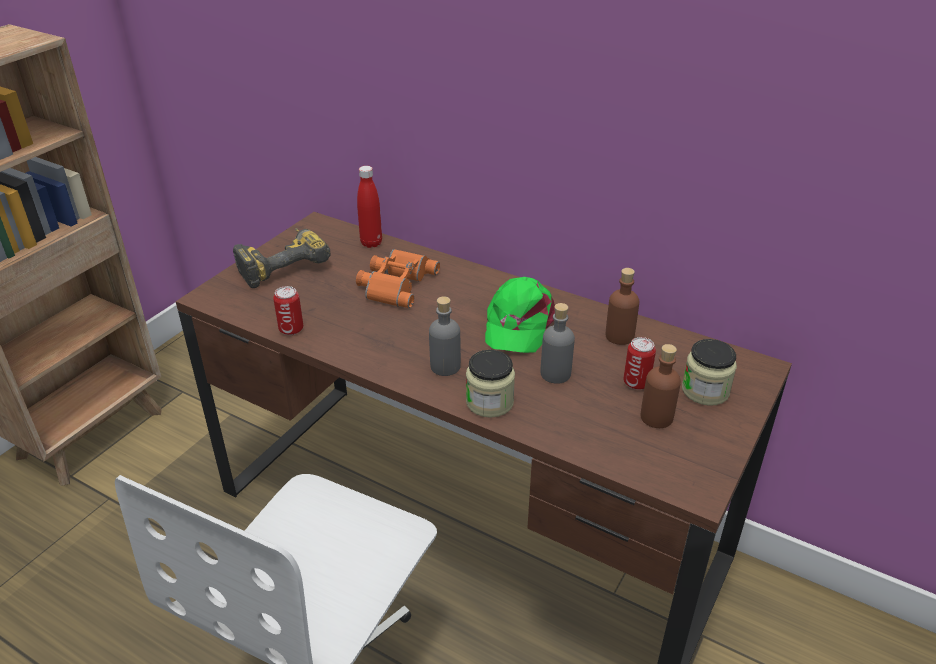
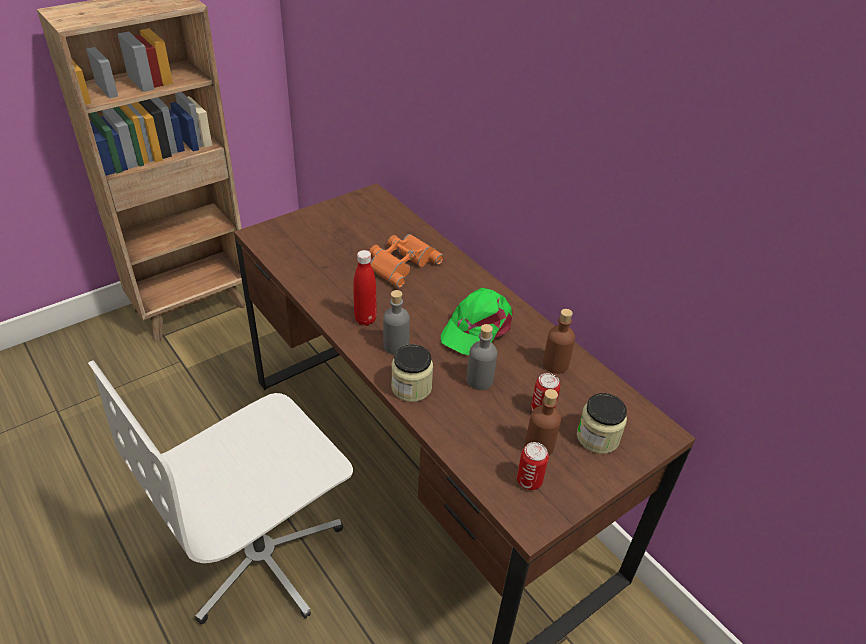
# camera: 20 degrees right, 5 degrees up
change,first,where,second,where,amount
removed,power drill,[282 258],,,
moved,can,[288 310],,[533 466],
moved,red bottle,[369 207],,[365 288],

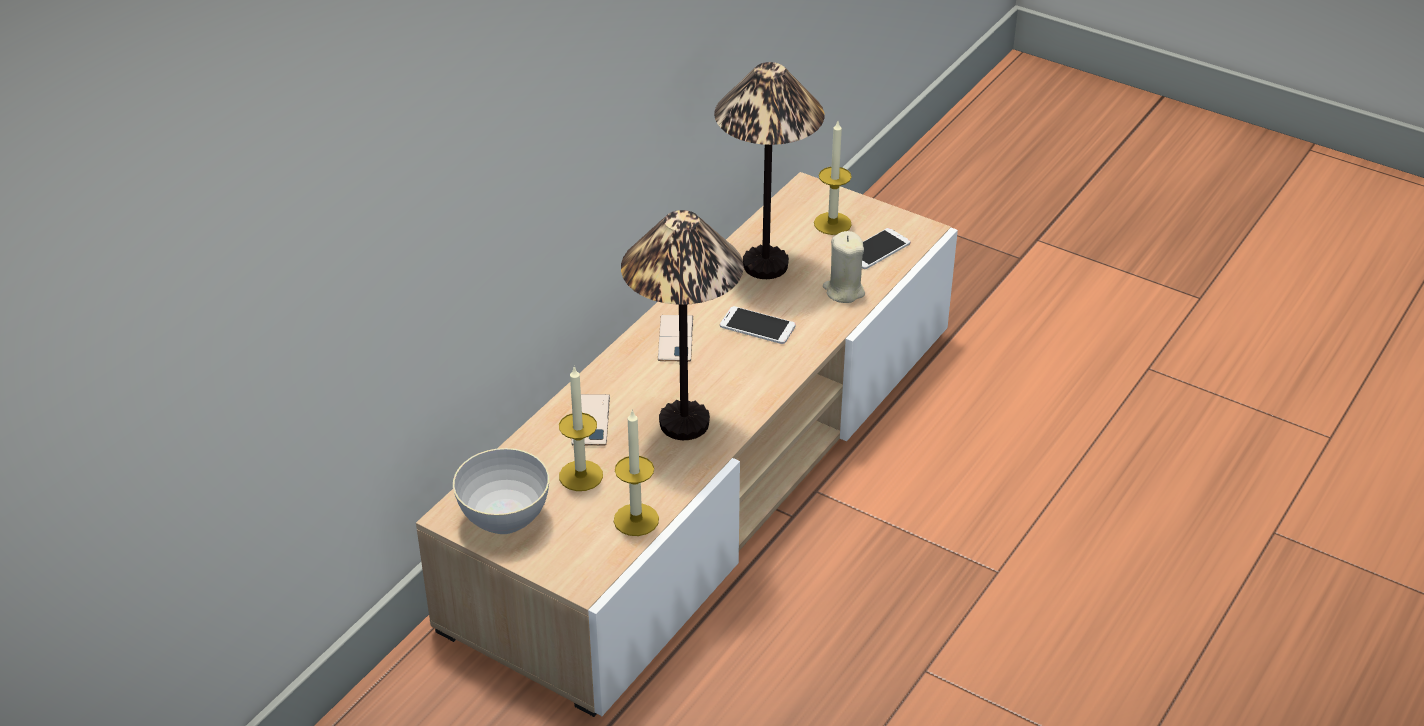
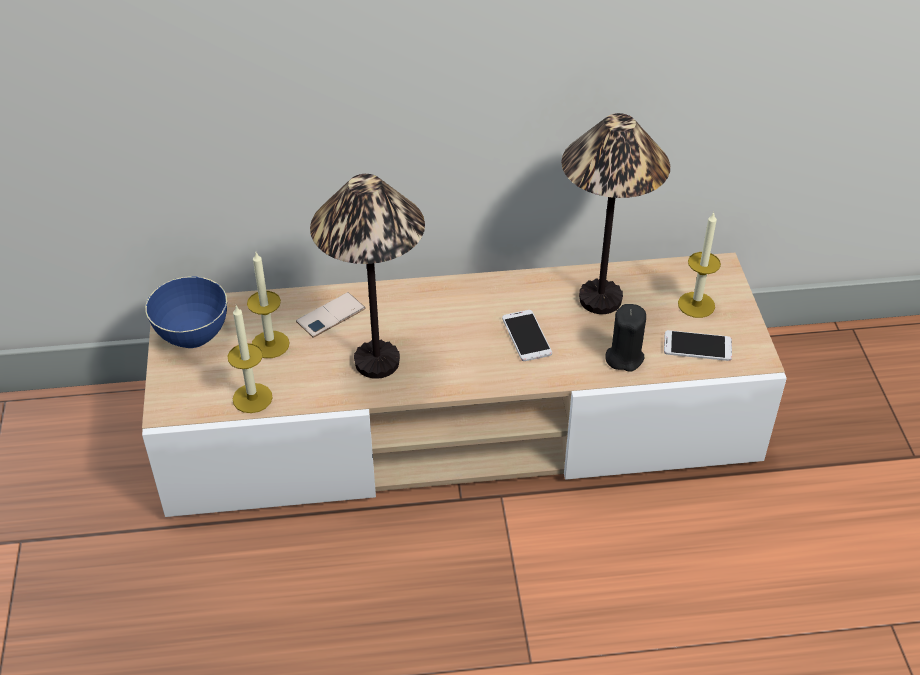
# camera: 50 degrees right, 5 degrees up
change,first,where,second,where,amount
removed,phone,[675 338],,,
recoloured,grey bowl,[501 491],blue bowl,[186 312],
recoloured,beige candle,[844 267],black candle,[625 338],

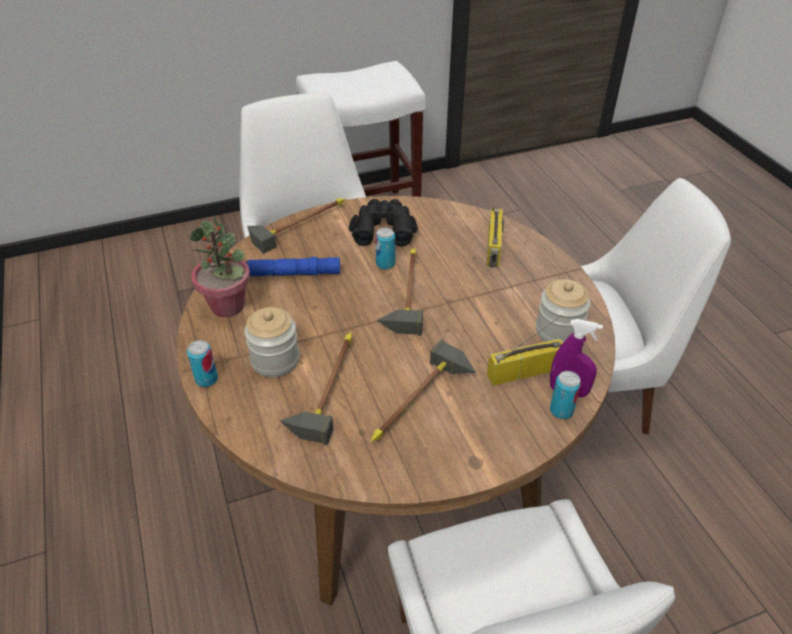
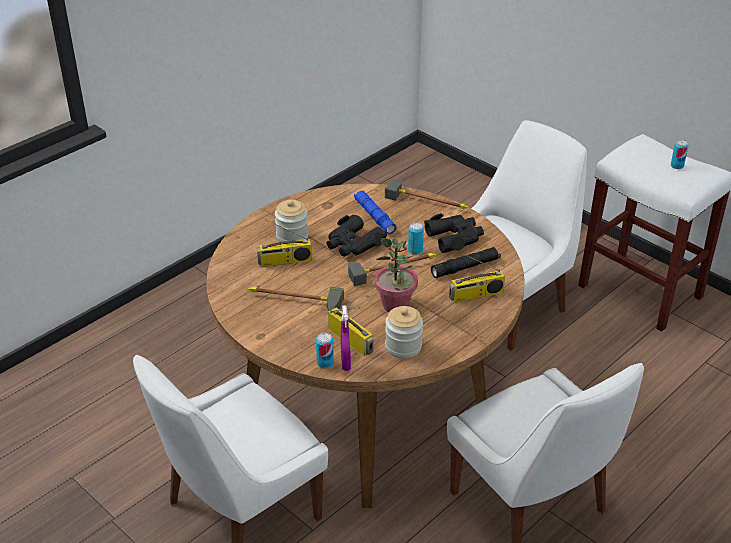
# camera: 65 degrees right, 5 degrees down
change,first,where,second,where,amount
added,,,black binoculars,[356 236],
added,,,black flashlight,[466 262],
moved,can,[202 363],,[680 154],
moved,potted plant,[220 267],,[396 274],
replaced,hammer,[316 388],radio,[284 243],

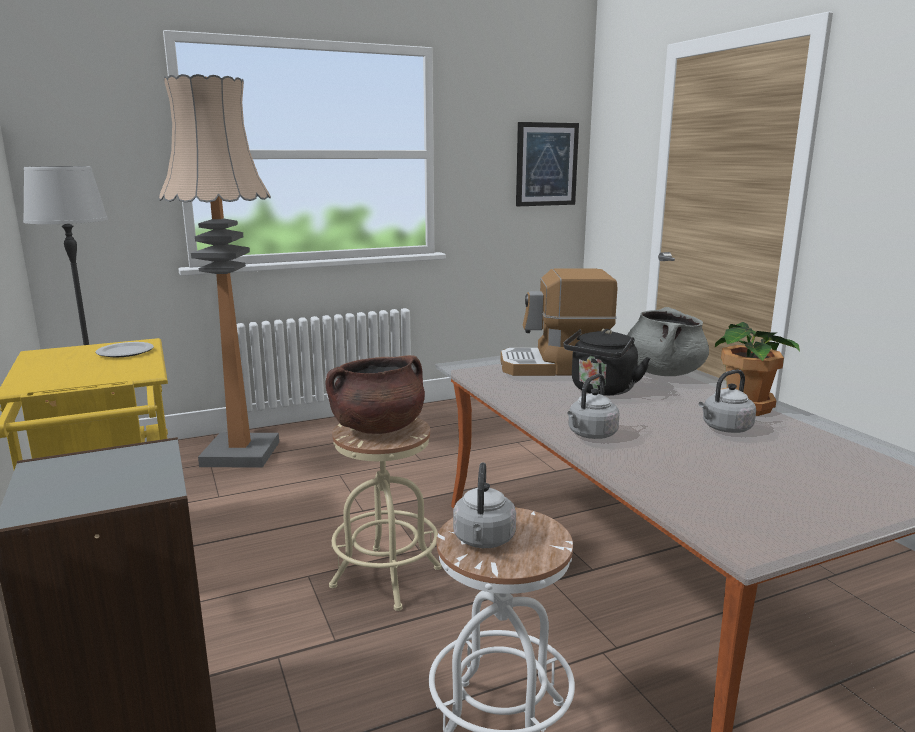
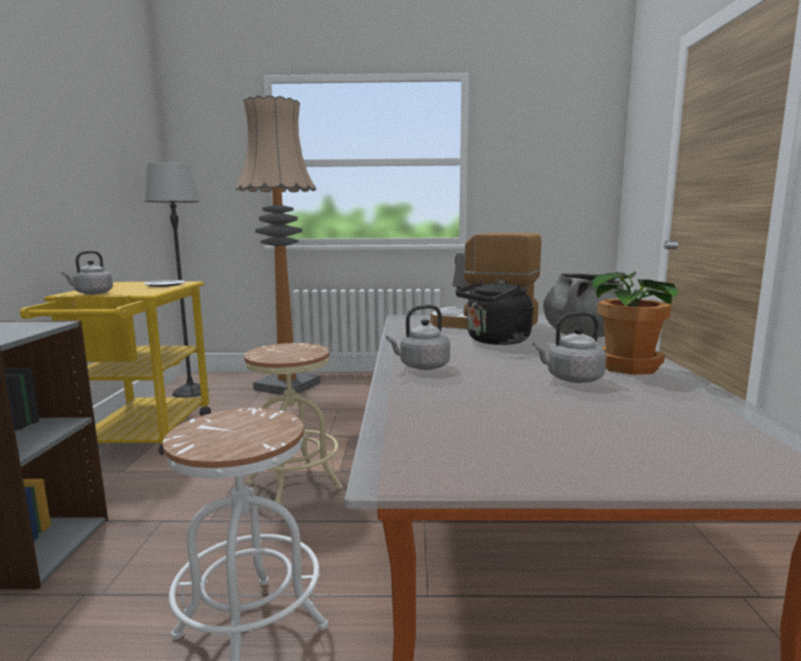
# camera: 25 degrees right, 5 degrees down
change,first,where,second,where,amount
removed,brown cooking pot,[375 394],,,
removed,picture,[547 164],,,
moved,grey kettle,[484 505],,[87 272],

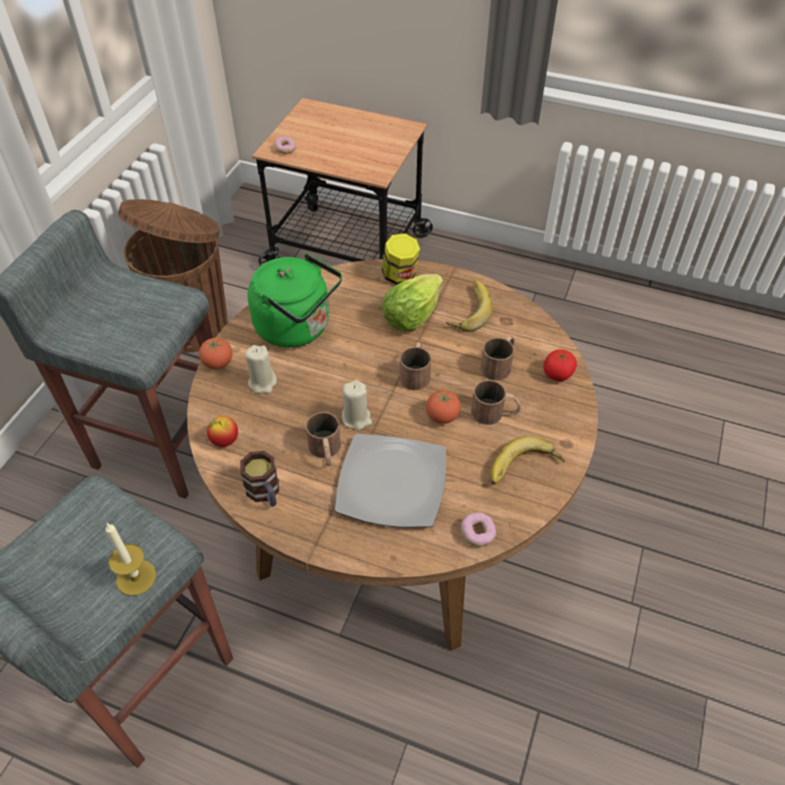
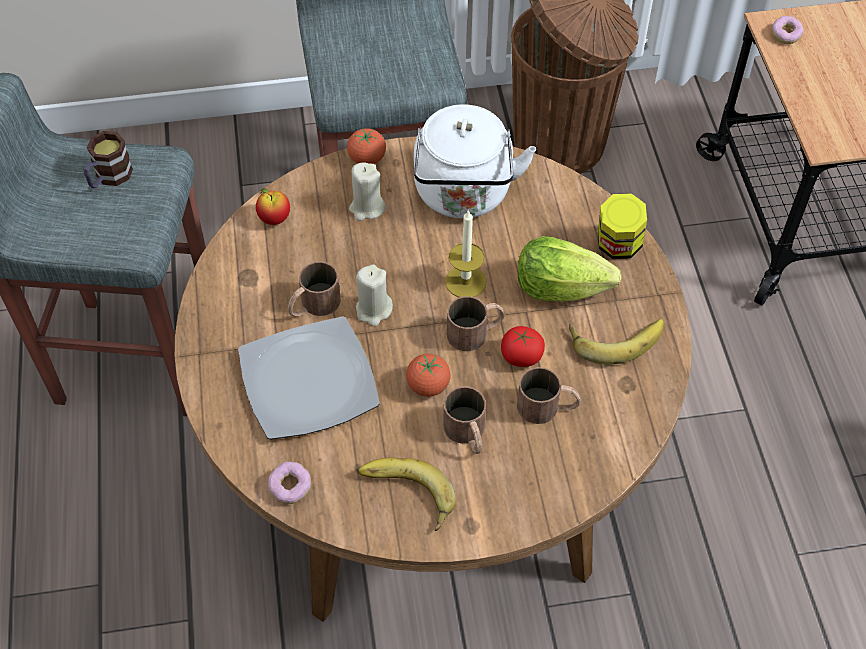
# camera: 60 degrees right, 5 degrees up
change,first,where,second,where,amount
moved,candle,[130 559],,[465 253],
moved,mug,[259 479],,[108 159],
moved,tomato,[560 365],,[523 346],
recoloured,green kettle,[295 301],white kettle,[475 161],

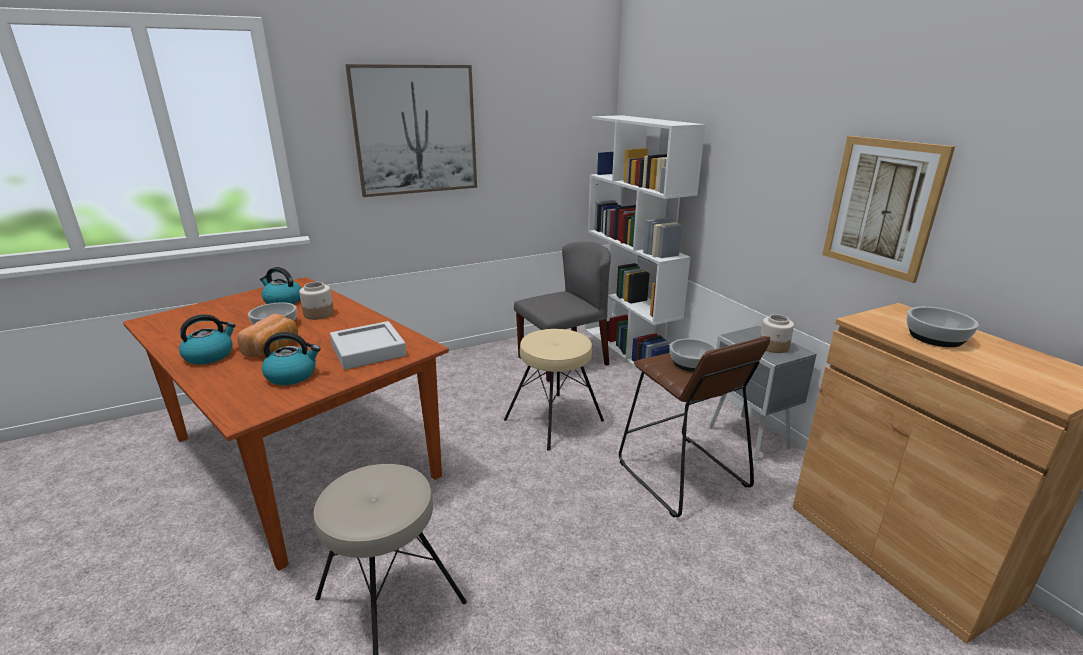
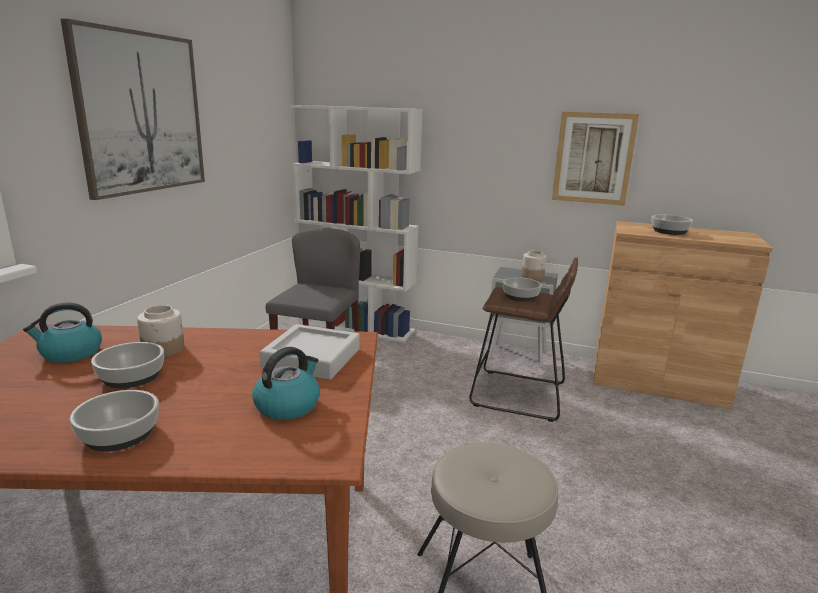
# camera: 45 degrees left, 5 degrees down
change,first,where,second,where,amount
removed,bread,[267 335],,,
removed,beige stool,[554 390],,,
replaced,kettle,[207 339],bowl,[114 420],

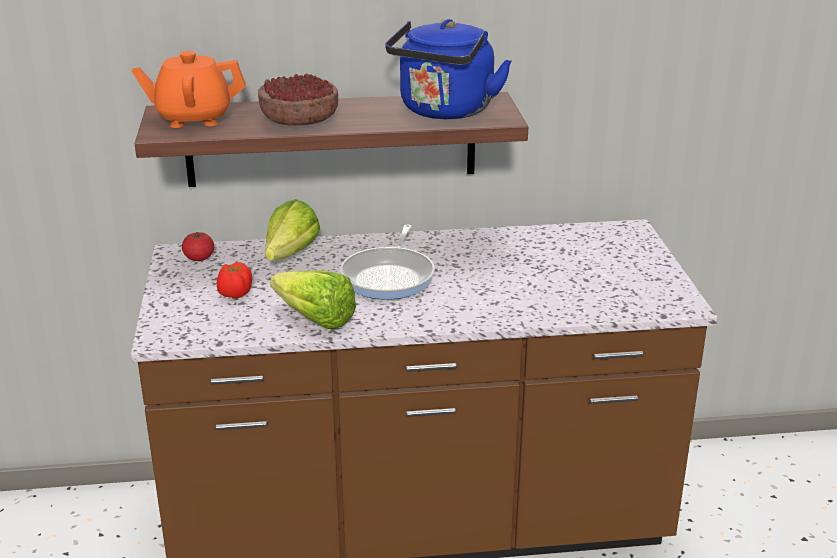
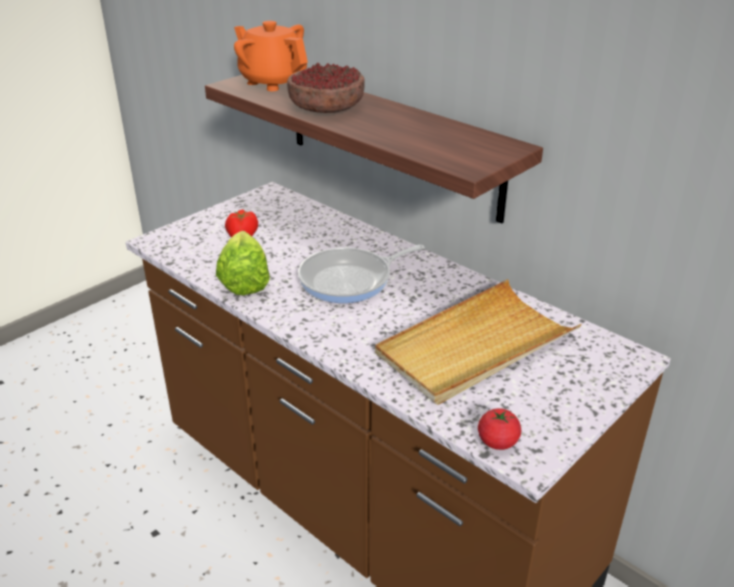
# camera: 50 degrees right, 5 degrees up
change,first,where,second,where,amount
removed,lettuce,[292 230],,,
removed,blue kettle,[448 69],,,
added,,,beige tray,[478 342],
moved,tomato,[198 246],,[499 429],

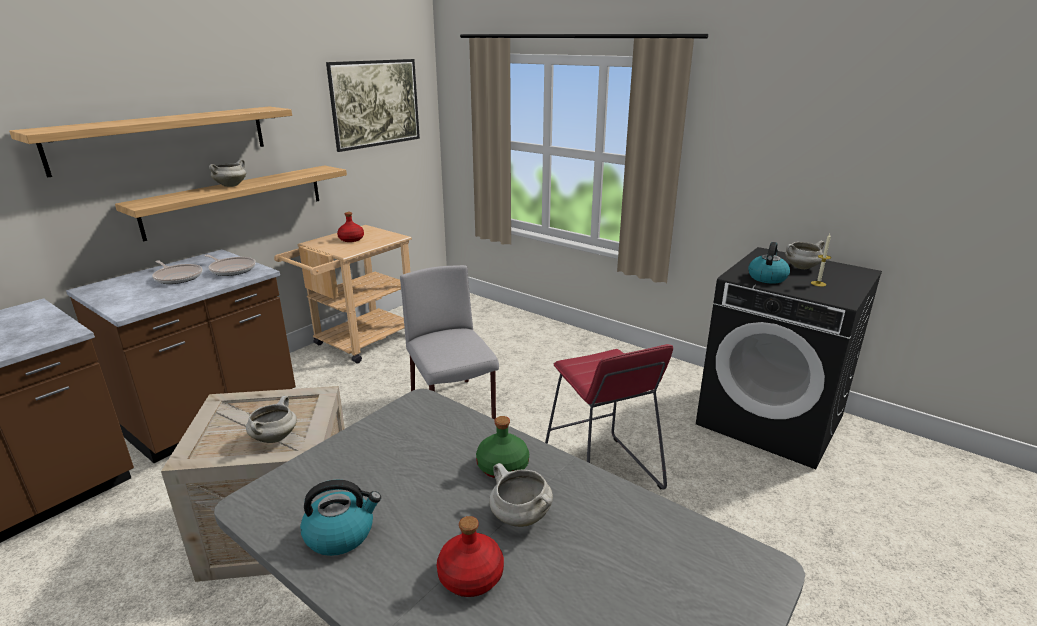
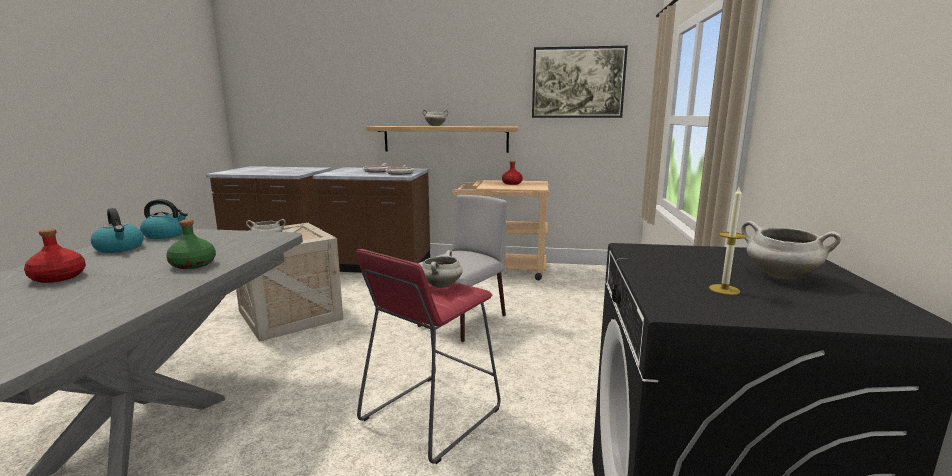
# camera: 60 degrees right, 10 degrees down
change,first,where,second,where,amount
removed,shelf,[150 142],,,
moved,white cooking pot,[521 495],,[442 269],
moved,kettle,[769 263],,[164 219],

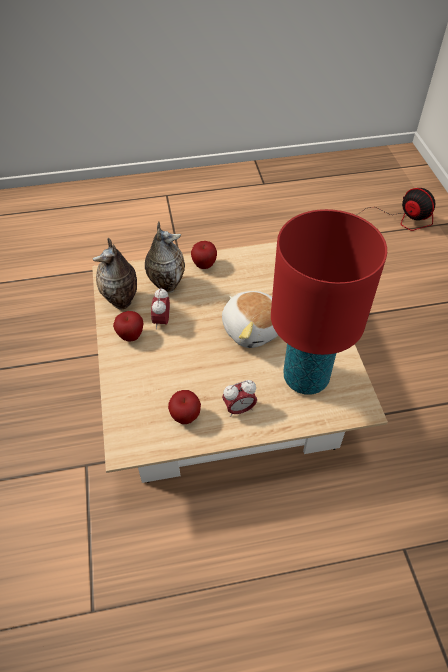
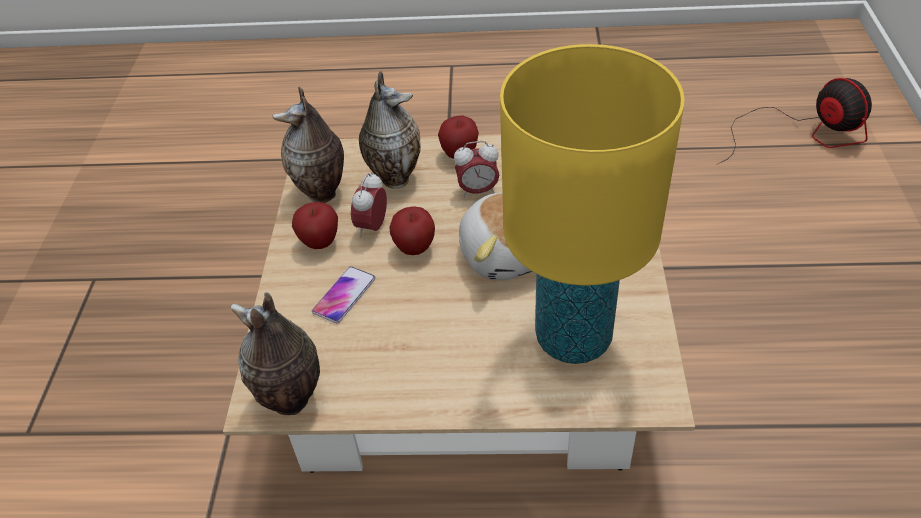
# camera: 15 degrees right, 5 degrees down
change,first,where,second,where,amount
added,,,vase,[275 353],
added,,,phone,[343 294],
moved,apple,[184 407],,[412 230],
moved,alarm clock,[239 398],,[476 169],
recoloured,red table lamp,[329 302],yellow table lamp,[592 204],

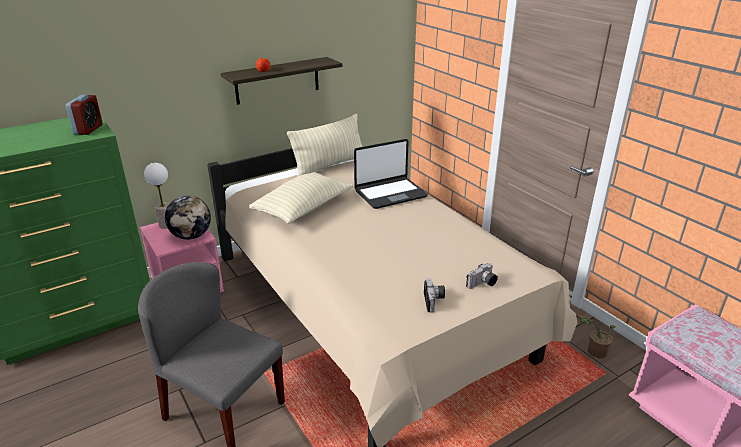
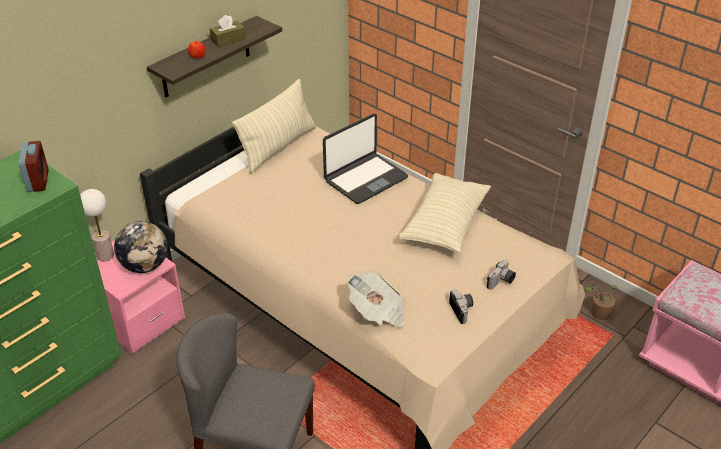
# camera: 15 degrees left, 10 degrees up
change,first,where,second,where,amount
added,,,brown tissue box,[228 31],
added,,,newspaper,[376 299],
moved,beige pillow,[301 197],,[444 213],

